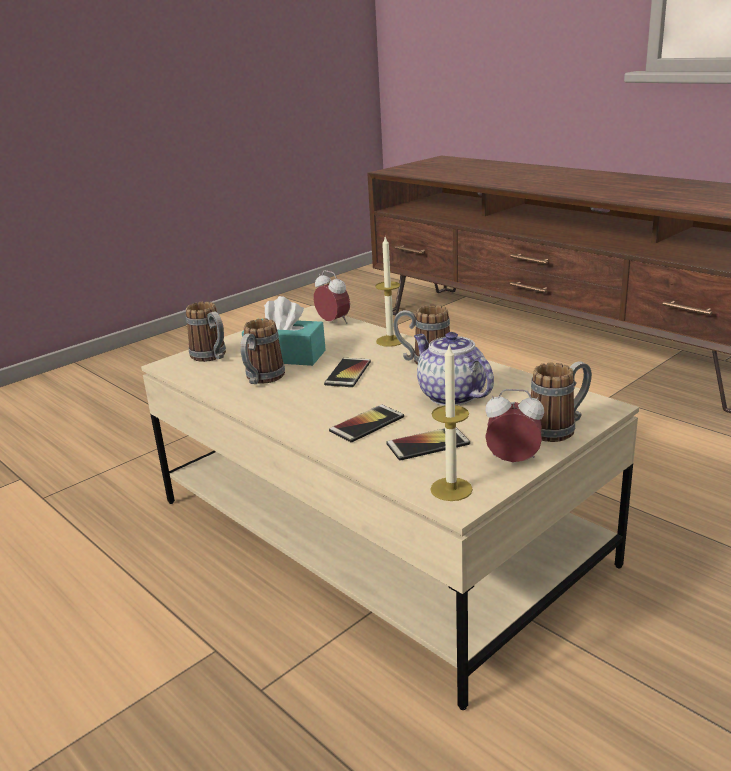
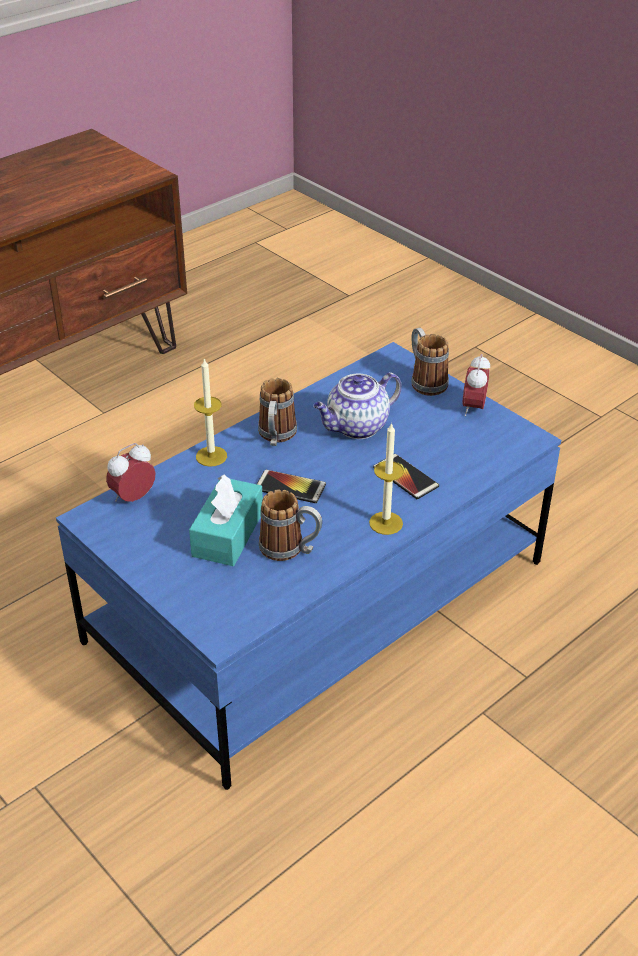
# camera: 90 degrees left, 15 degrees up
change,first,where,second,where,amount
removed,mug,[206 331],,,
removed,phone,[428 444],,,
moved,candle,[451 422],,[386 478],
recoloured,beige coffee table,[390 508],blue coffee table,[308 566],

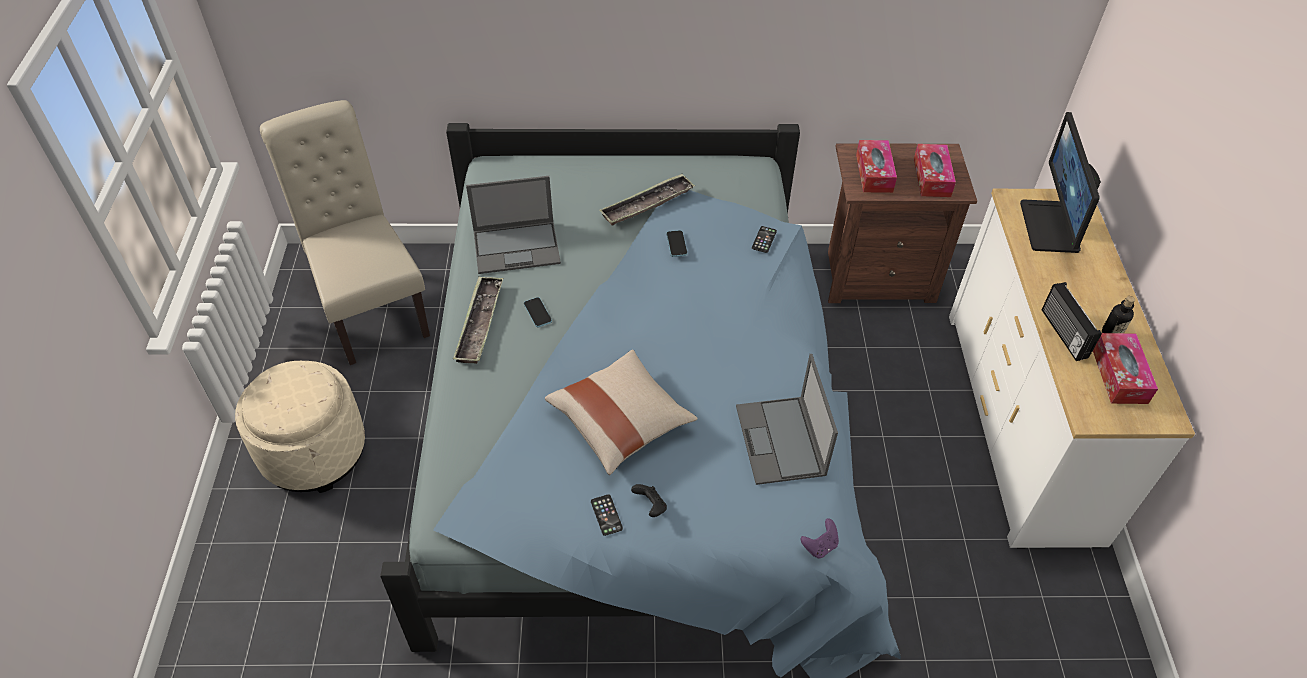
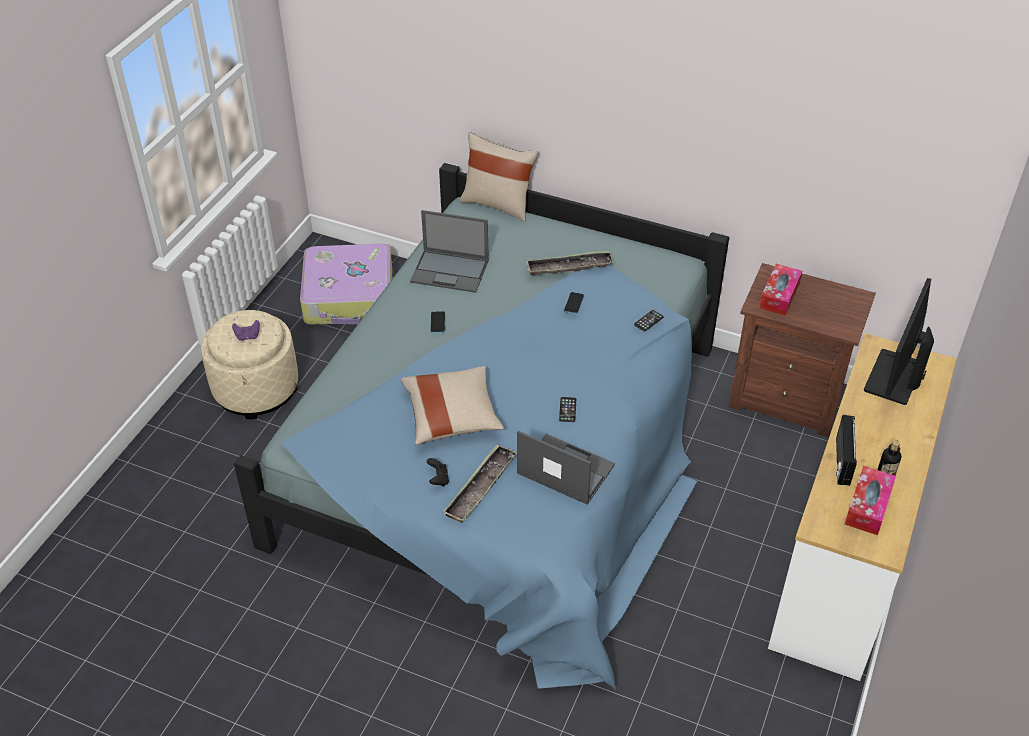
# camera: 25 degrees right, 5 degrees down
change,first,where,second,where,amount
removed,tissue box,[935 170],,,
added,,,beige pillow,[499 177],
moved,tray,[478 320],,[480 483],
moved,phone,[607 515],,[567 409],
moved,purple game controller,[820 538],,[246 330],
replaced,beige chair,[345 232],suitcase,[346 284],
turned,laptop,[787 419],,[566 468],105 degrees clockwise

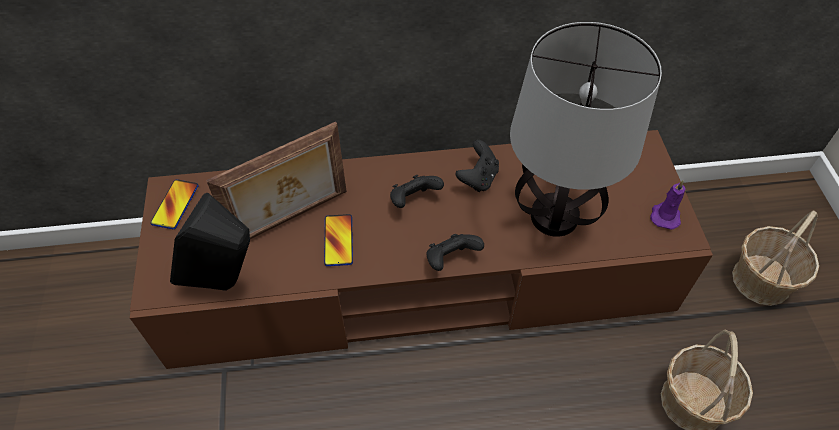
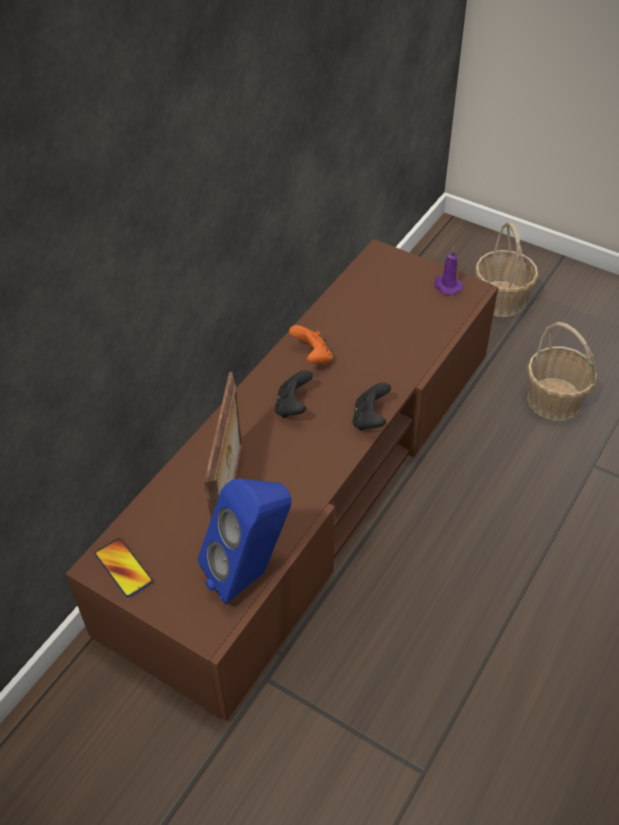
# camera: 50 degrees left, 5 degrees down
change,first,where,second,where,amount
removed,phone,[338 240],,,
removed,table lamp,[586 129],,,
recoloured,black speaker,[210 242],blue speaker,[245 541],
recoloured,black game controller,[477 166],orange game controller,[311 345],

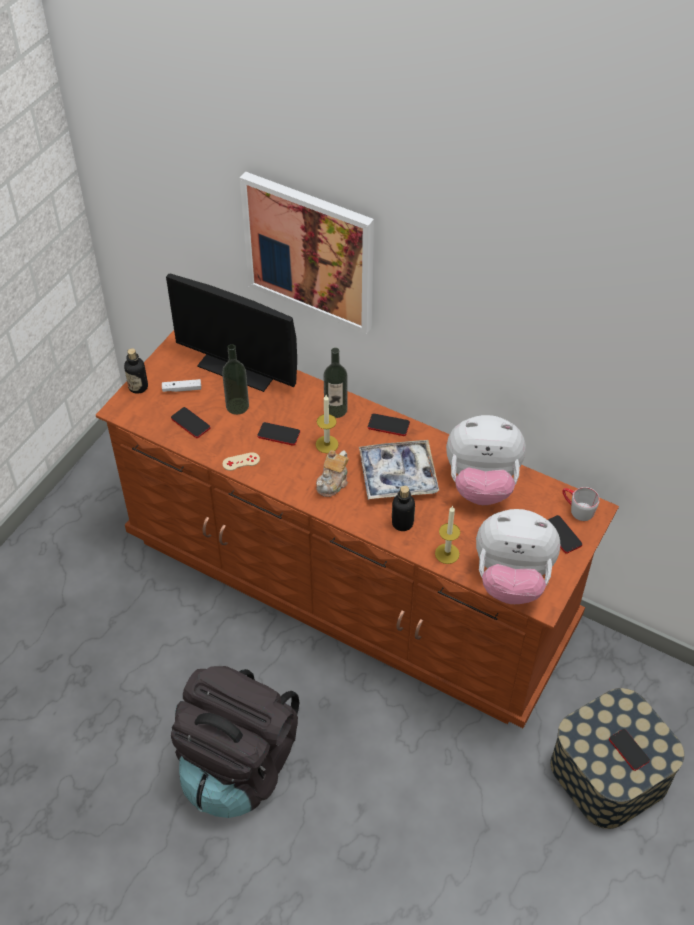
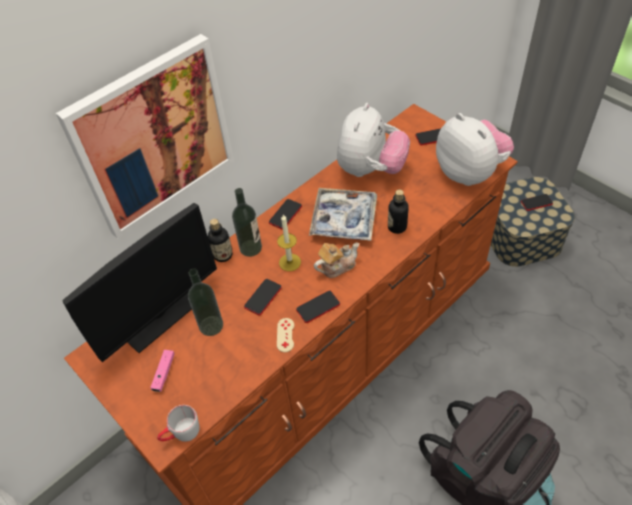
# camera: 70 degrees left, 0 degrees up
change,first,where,second,where,amount
removed,candle,[447 535],,,
moved,bottle,[136 371],,[220 240],
moved,phone,[191 422],,[318 307],
moved,grey mug,[581 504],,[178 423],
recoloured,white game controller,[181 385],pink game controller,[162 371],
turned,teapot,[332 473],,[336 260],75 degrees counterclockwise
turned,plush toy,[518 556],,[475 149],60 degrees counterclockwise

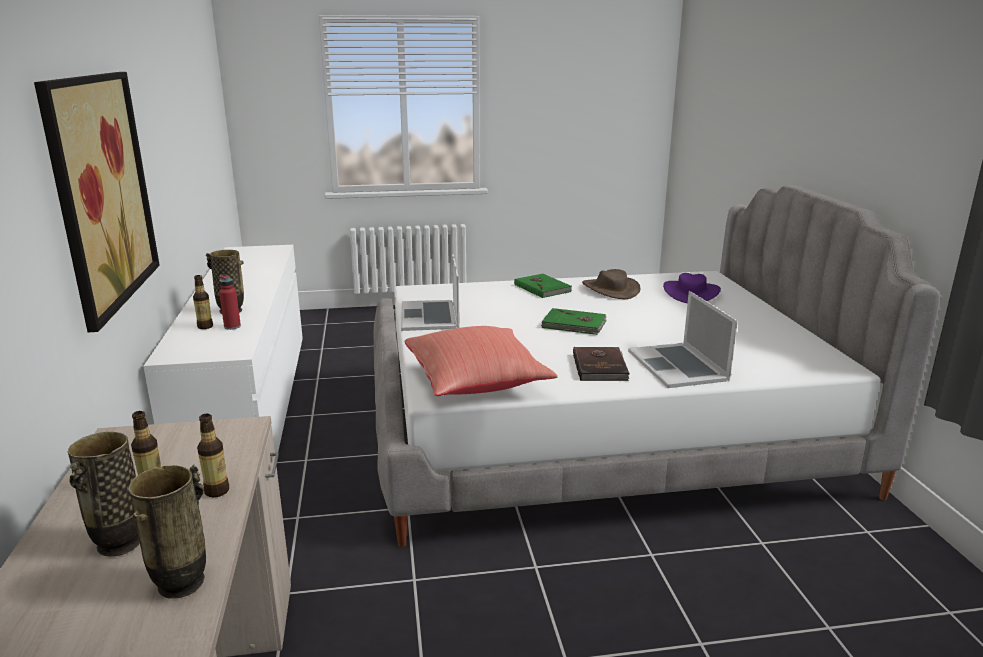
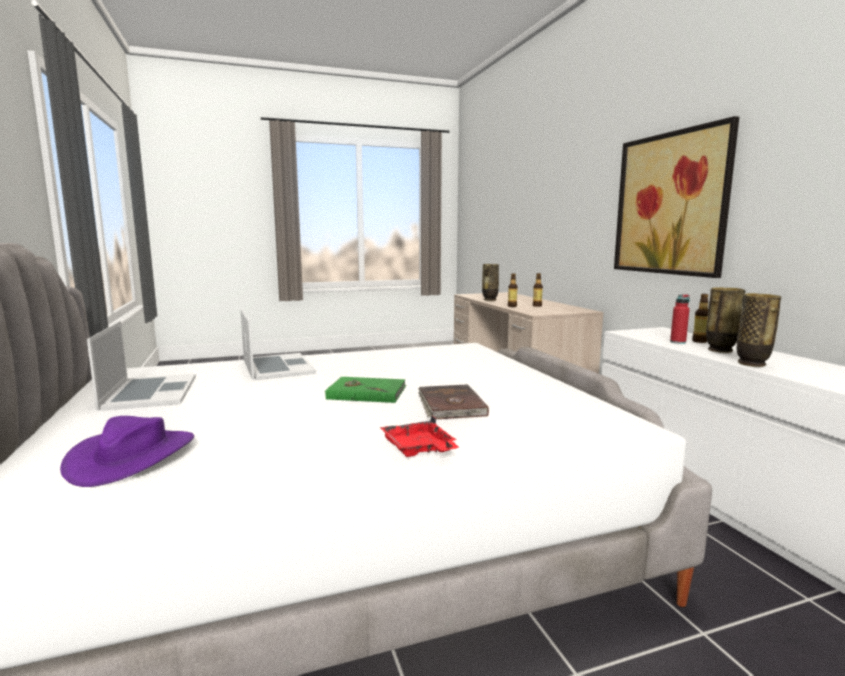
# camera: 170 degrees right, 10 degrees down
change,first,where,second,where,amount
removed,red pillow,[481 361],,,
removed,brown hat,[611 284],,,
moved,vase,[104 494],,[759 330],
moved,laptop,[430 292],,[141 366],
moved,brown book,[601 364],,[453 401],
replaced,green book,[543 286],red tray,[419 436],

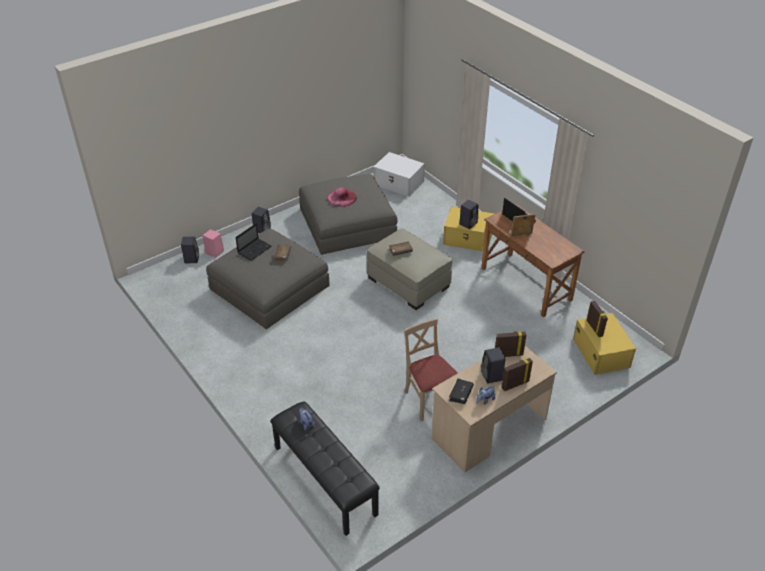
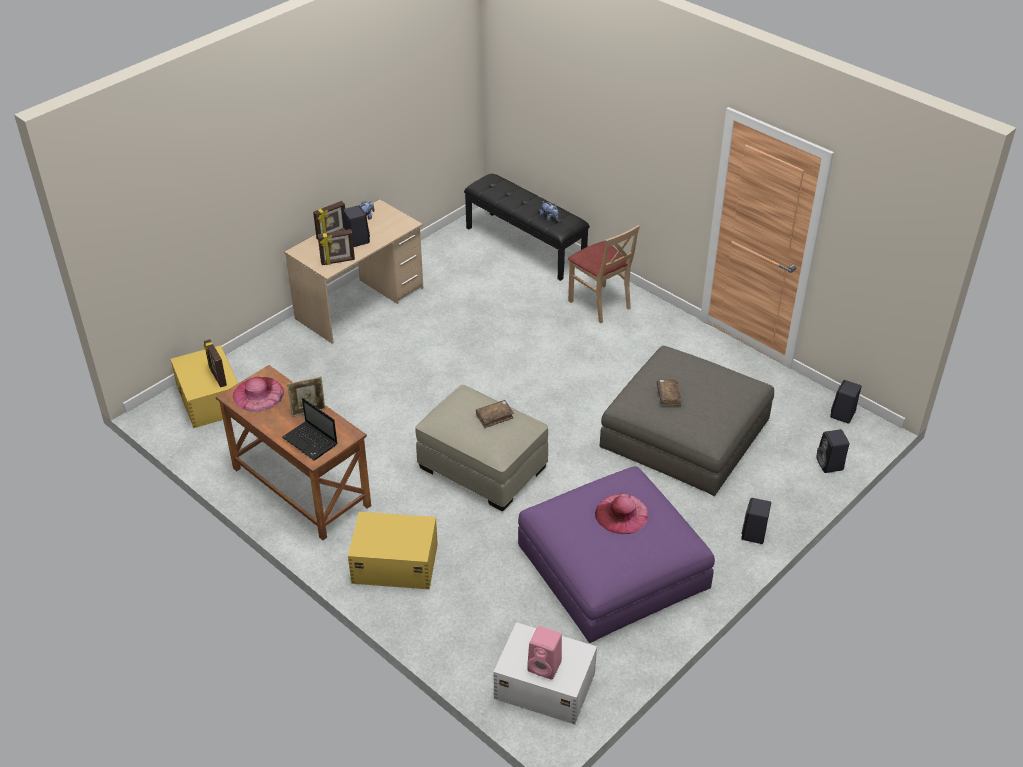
# camera: 170 degrees right, 0 degrees up
change,first,where,second,where,amount
removed,laptop,[253 242],,,
removed,black book,[461 391],,,
added,,,pink hat,[258 394],
moved,pink speaker,[213 243],,[544 653],
moved,beige chair,[431 369],,[604 274],
moved,black speaker,[468 214],,[846 402],
recoloured,grey ottoman,[348 214],purple ottoman,[616 554],

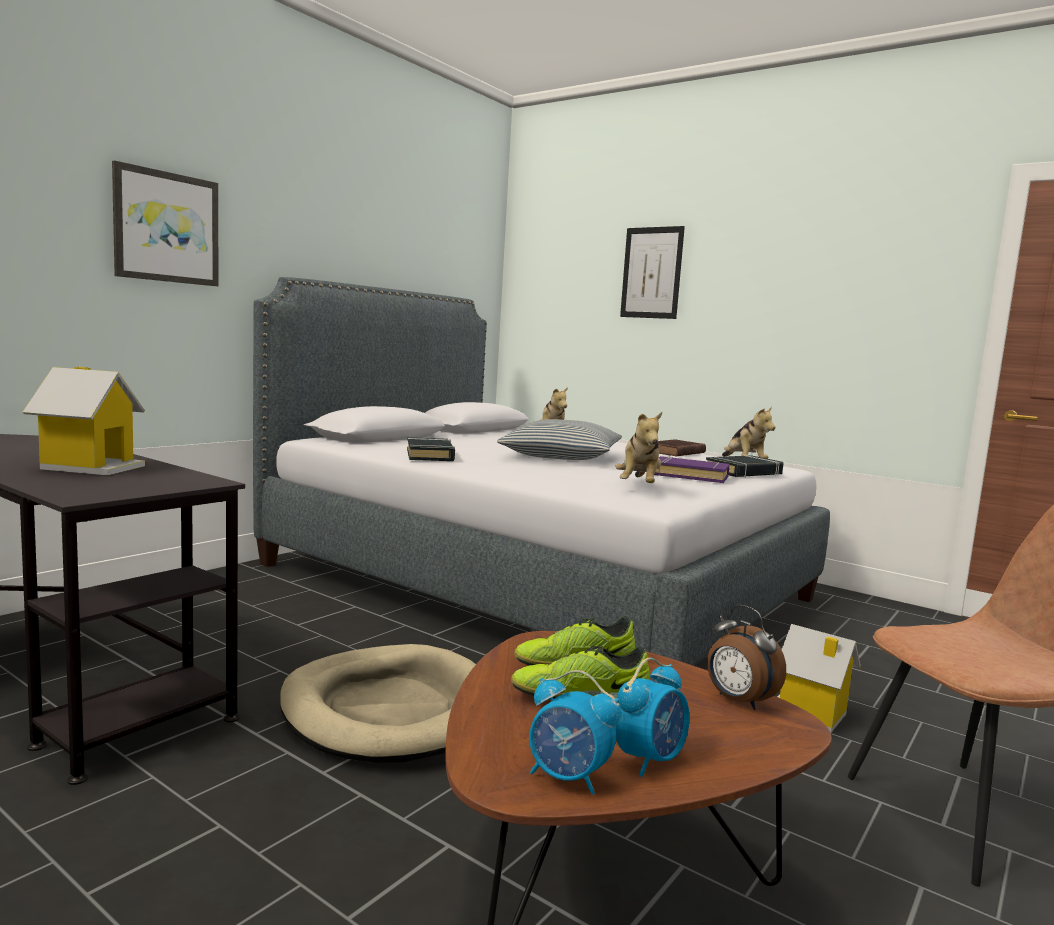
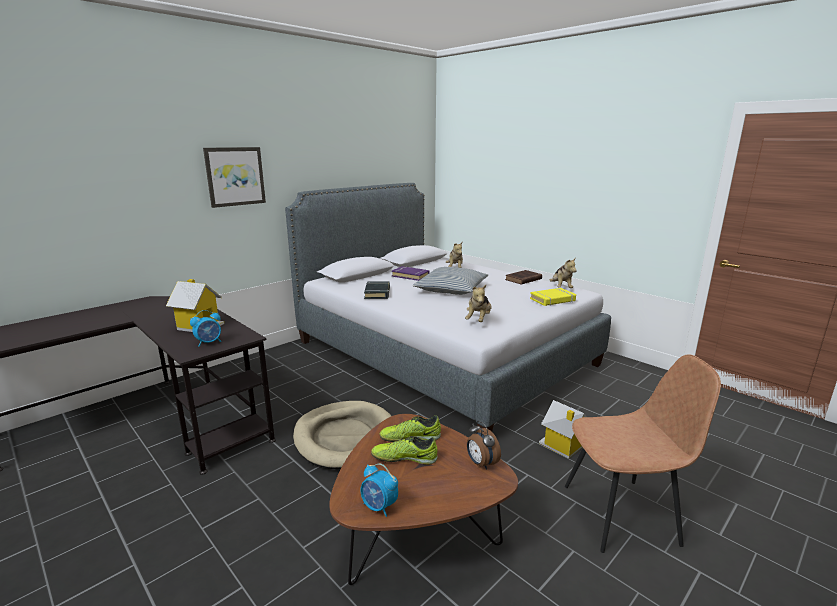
# camera: 10 degrees right, 10 degrees up
change,first,where,second,where,amount
removed,picture,[652 272],,,
moved,alarm clock,[652 717],,[205 328],
moved,purple book,[692 469],,[411 273],
recoloured,black book,[745 466],yellow book,[553 297],

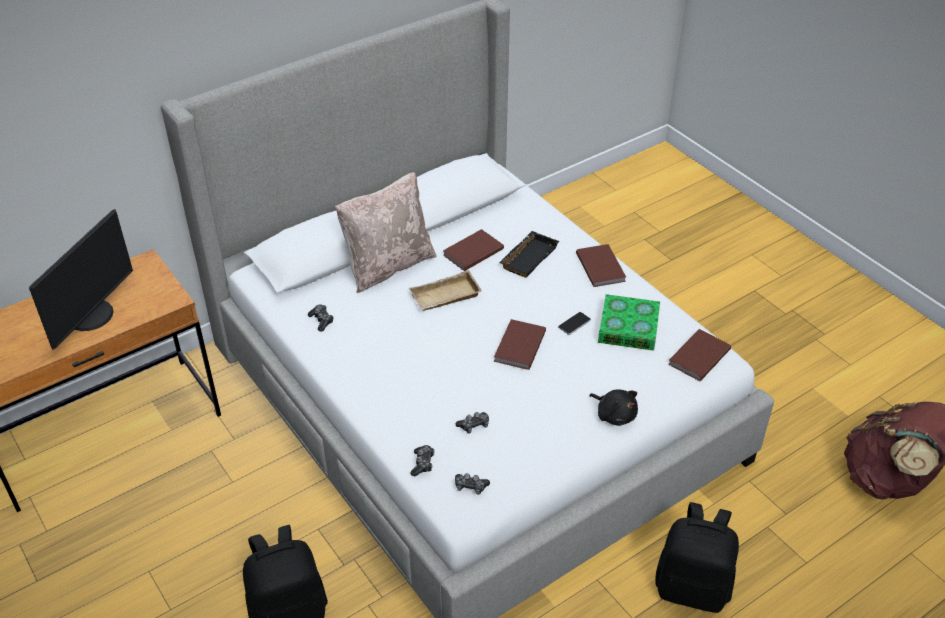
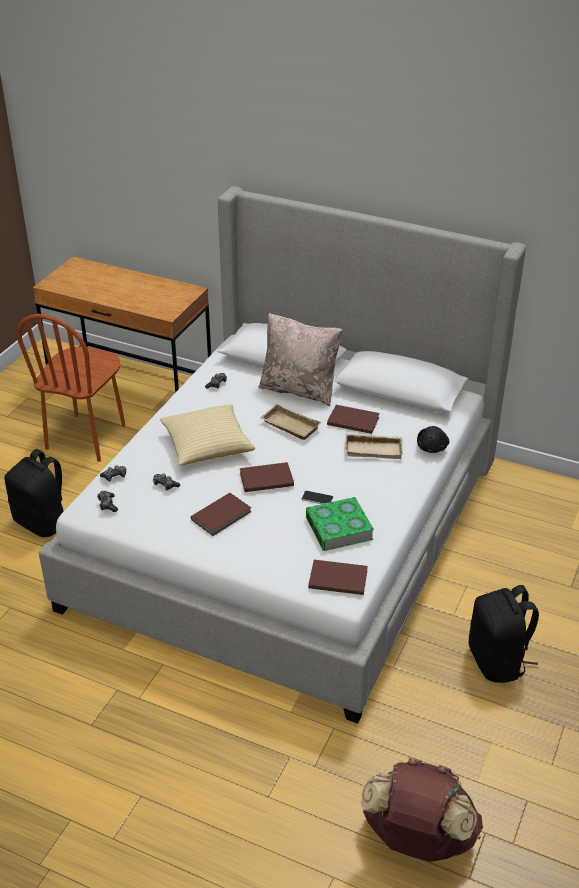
# camera: 60 degrees right, 5 degrees down
change,first,where,second,where,amount
removed,monitor,[81 279],,,
added,,,brown chair,[71 388],
added,,,pillow,[207 435],
moved,brown book,[601 265],,[221 514],
moved,black plush toy,[613 407],,[433 439],
moved,black backpack,[697 557],,[504 634],
recoloured,black tray,[529 254],beige tray,[373 446],

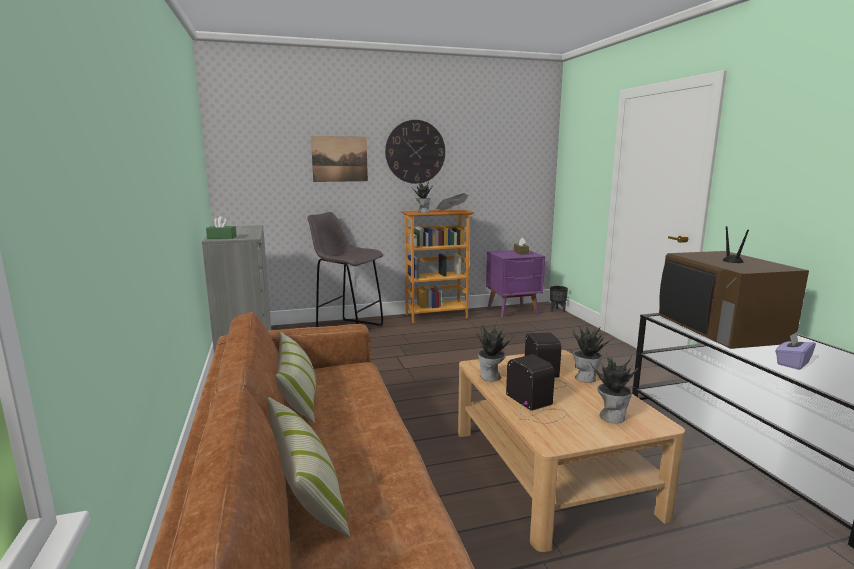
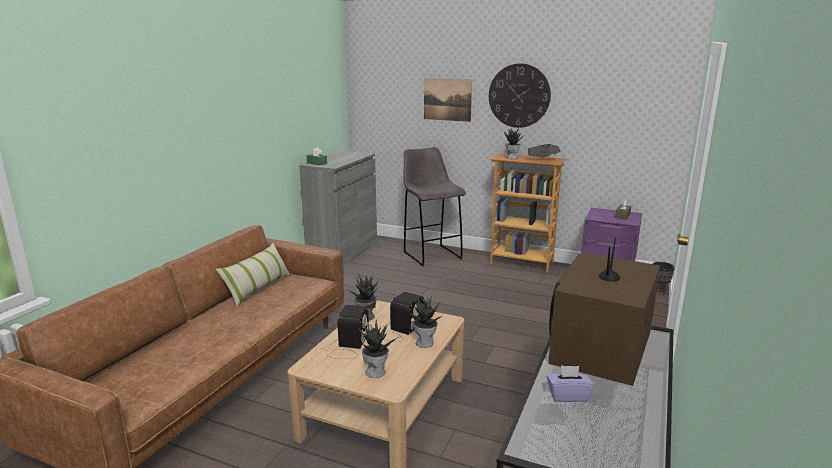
# camera: 40 degrees right, 5 degrees up
change,first,where,second,where,amount
removed,pillow,[308 467],,,

